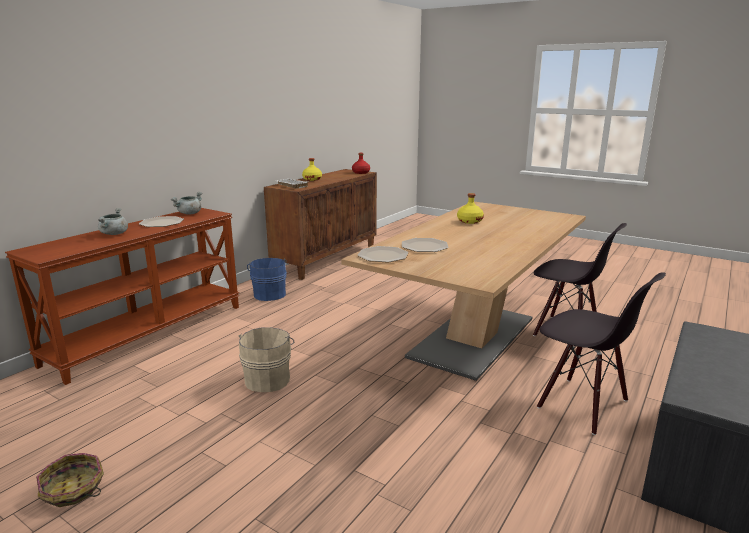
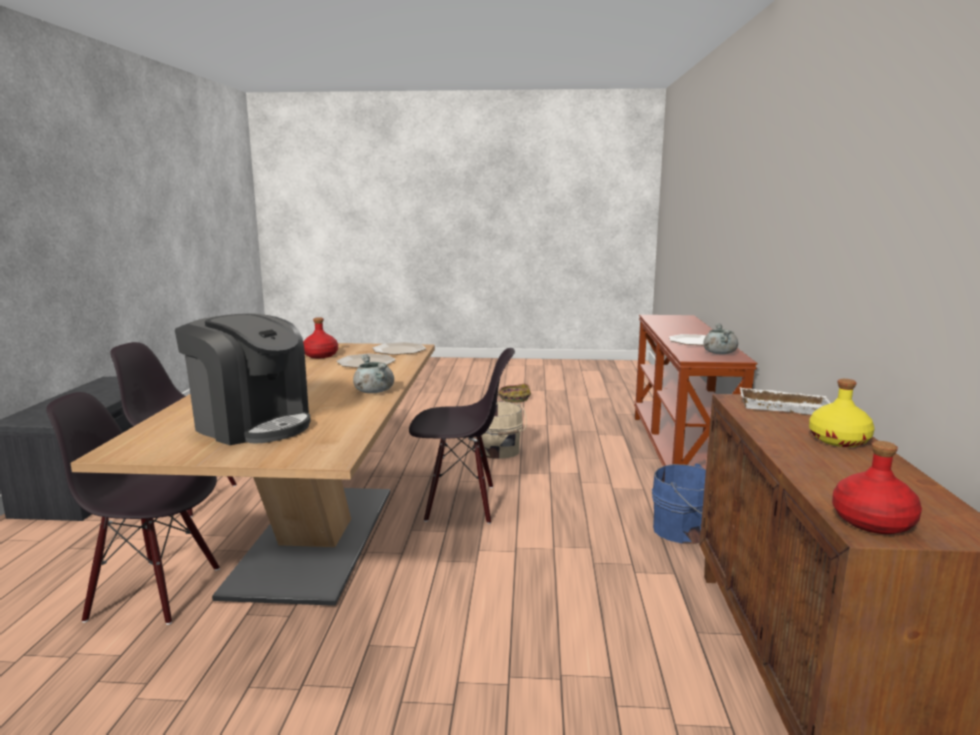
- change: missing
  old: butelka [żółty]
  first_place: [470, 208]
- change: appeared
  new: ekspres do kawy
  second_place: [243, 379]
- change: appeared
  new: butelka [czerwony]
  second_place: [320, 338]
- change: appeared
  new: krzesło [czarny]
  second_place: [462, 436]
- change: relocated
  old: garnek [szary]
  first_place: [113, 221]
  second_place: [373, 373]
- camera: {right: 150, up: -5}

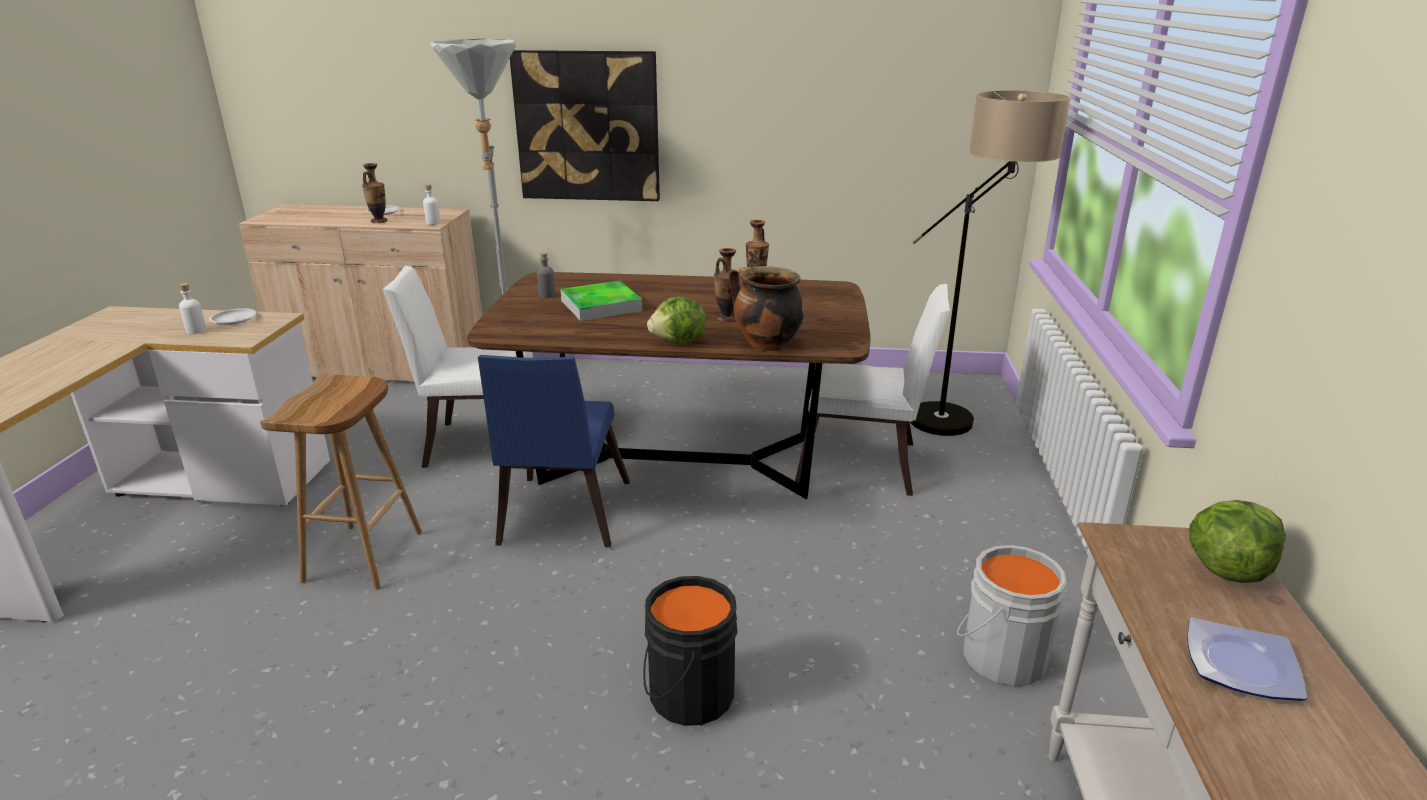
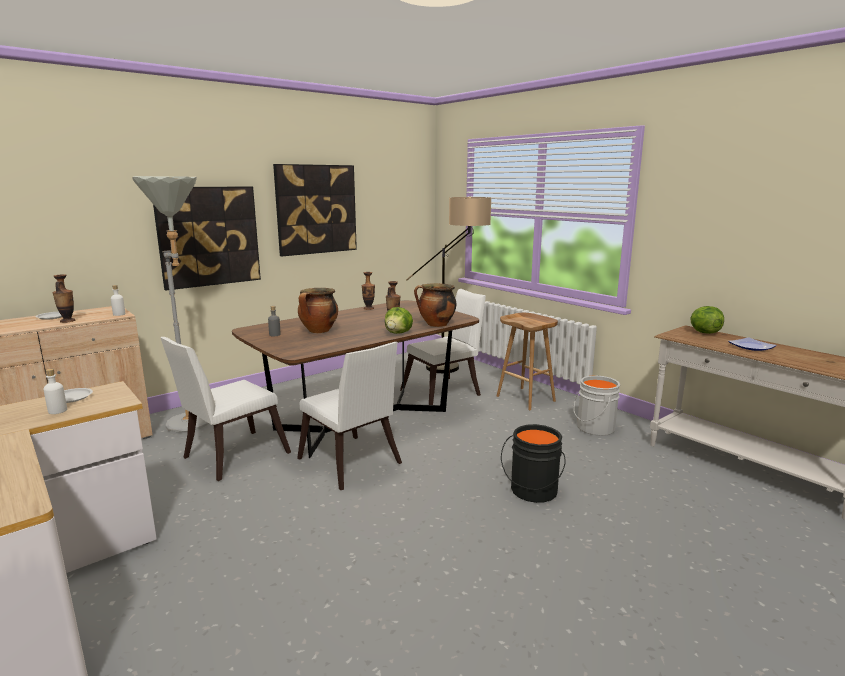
- change: appeared
  new: obraz
  second_place: [315, 210]
- change: relocated
  old: stołek [brązowy]
  first_place: [341, 482]
  second_place: [527, 361]
- change: exchanged
  old: taca
  new: garnek
  first_place: [601, 301]
  second_place: [318, 310]
- change: colour
  old: krzesło [niebieski]
  new: krzesło [biały]
  first_place: [554, 451]
  second_place: [349, 416]
- camera: {right: -45, up: -10}

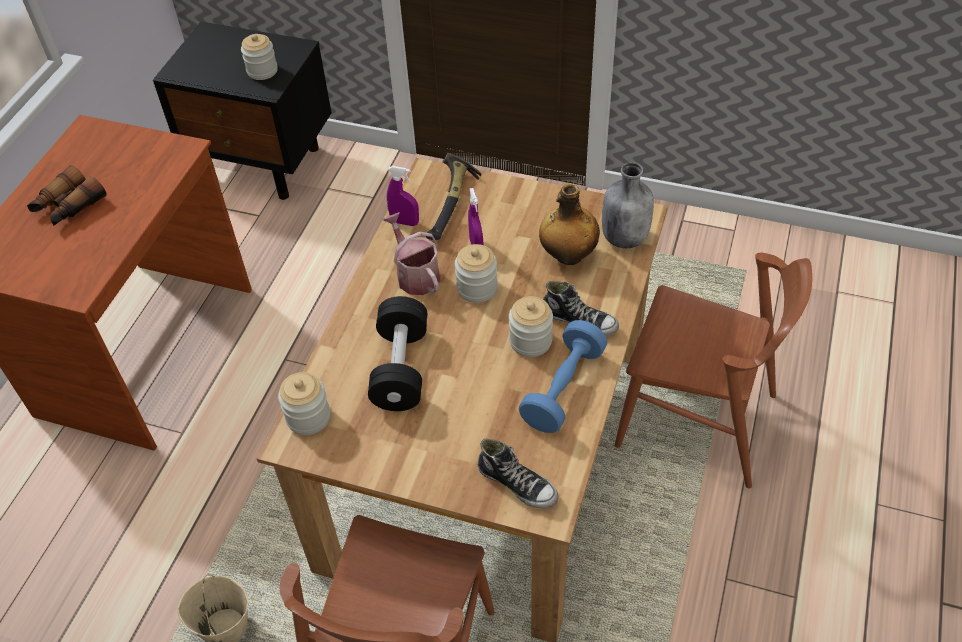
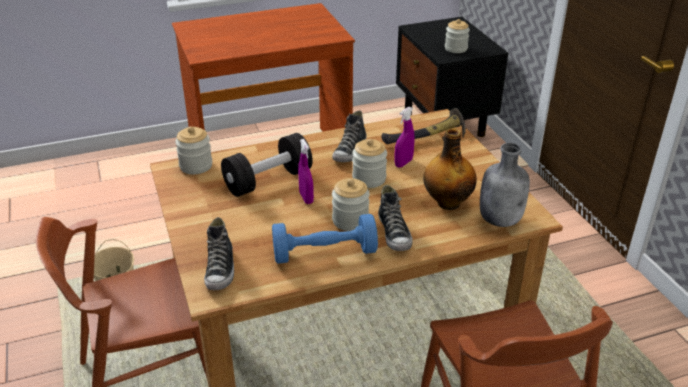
- change: missing
  old: lornetka
  first_place: [67, 195]
- change: relocated
  old: spryskiwacz [fioletowy]
  first_place: [403, 196]
  second_place: [306, 171]
- change: exchanged
  old: konewka
  new: but
  first_place: [412, 253]
  second_place: [349, 136]
- camera: {right: 50, up: -15}

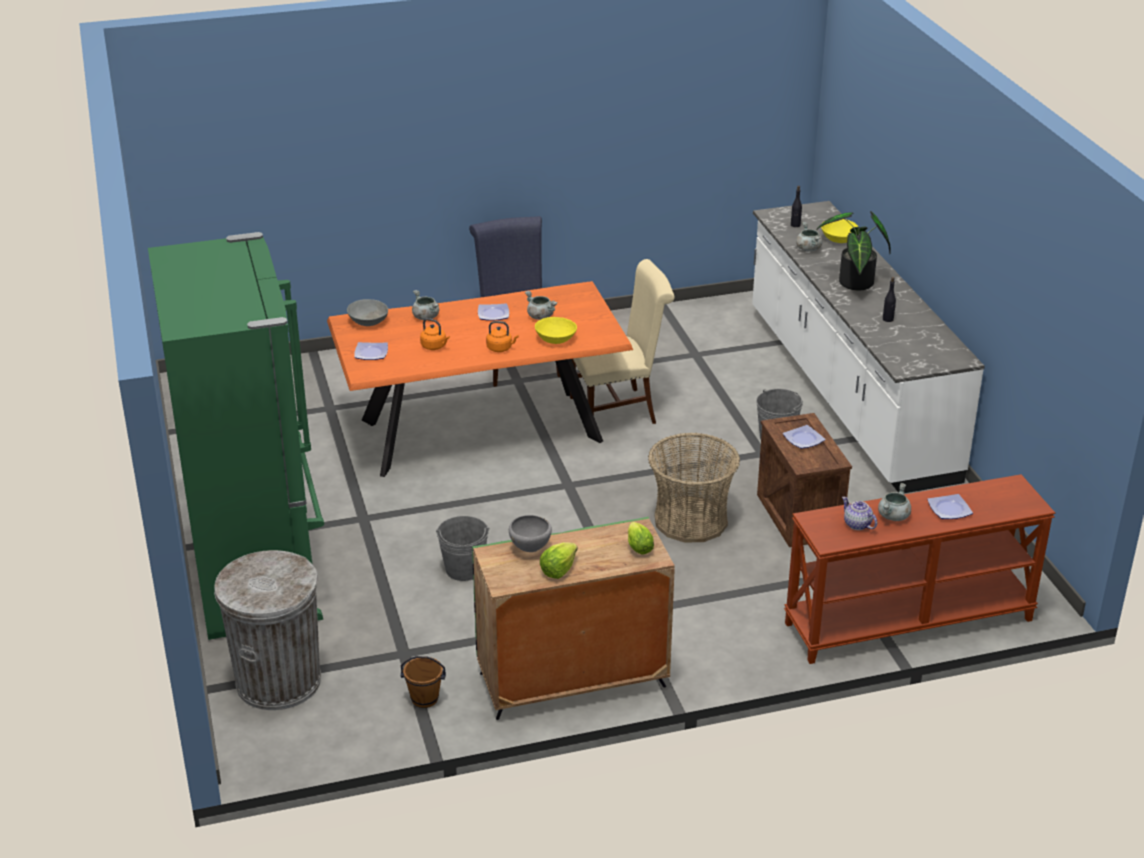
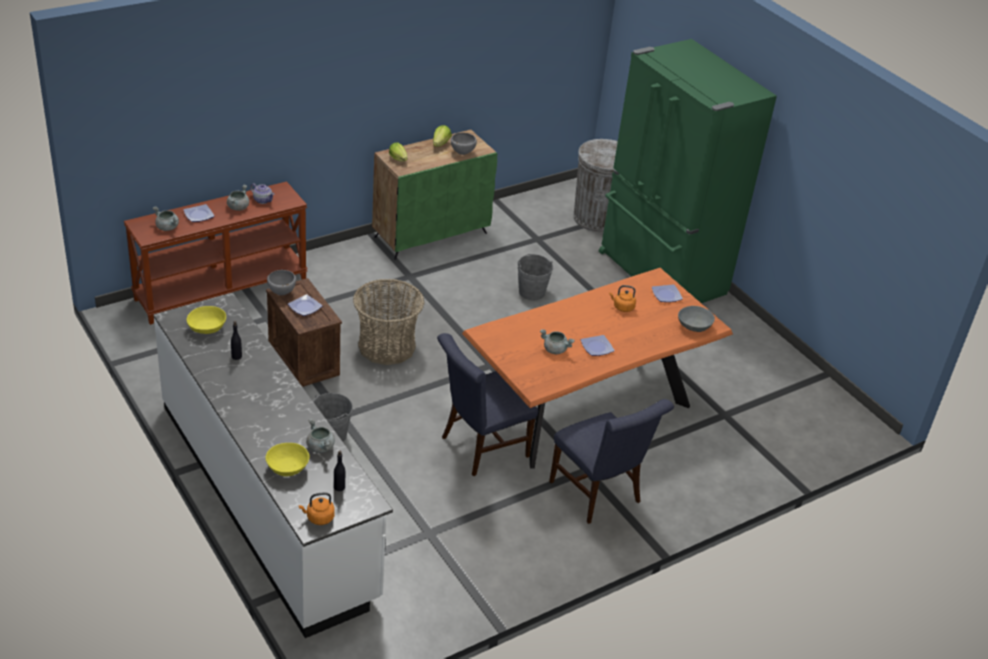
- change: missing
  old: wiadro [brązowy]
  first_place: [423, 682]
- change: missing
  old: roślina doniczkowa
  first_place: [853, 250]
- change: appeared
  new: miska [szary]
  second_place: [281, 282]
- change: relocated
  old: garnek [szary]
  first_place: [425, 305]
  second_place: [166, 219]
- change: relocated
  old: czajnik [pomarańczowy]
  first_place: [502, 336]
  second_place: [317, 508]
- change: relocated
  old: miska [żółty]
  first_place: [556, 330]
  second_place: [206, 320]
- change: colour
  old: krzesło [beżowy]
  new: krzesło [niebieski]
  first_place: [622, 341]
  second_place: [487, 404]
- camera: {right: 160, up: 5}

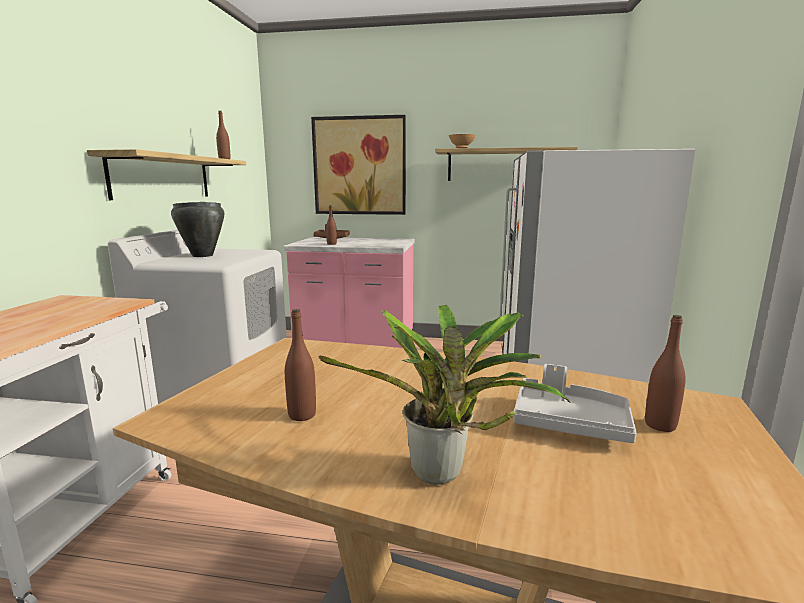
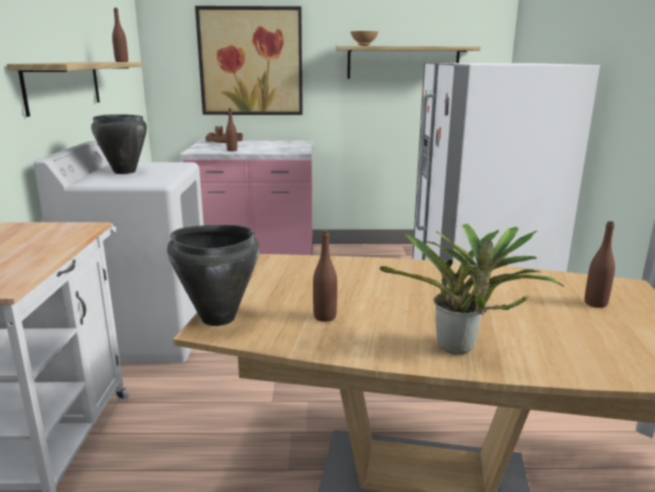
- change: missing
  old: taca [szary]
  first_place: [575, 403]
- change: appeared
  new: garnek [czarny]
  second_place: [213, 275]
- camera: {right: -10, up: 5}

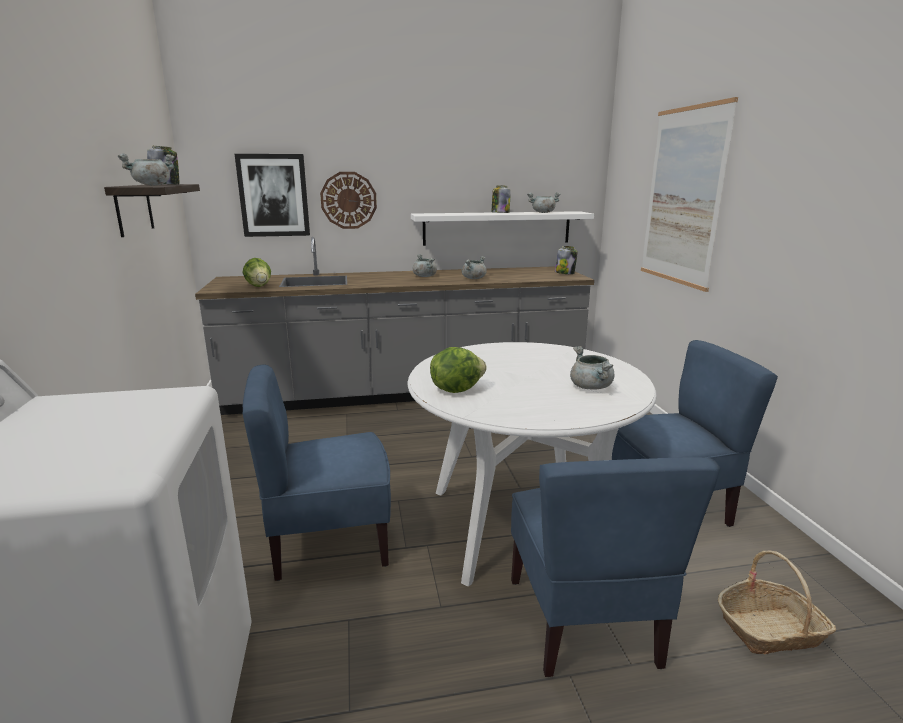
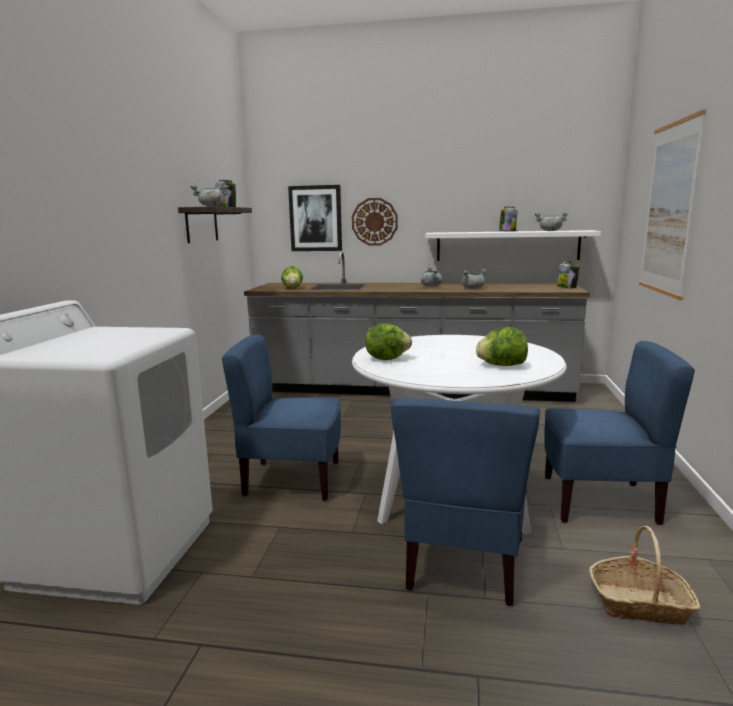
- change: exchanged
  old: garnek [szary]
  new: sałata
  first_place: [592, 368]
  second_place: [502, 346]
- camera: {right: 20, up: -5}

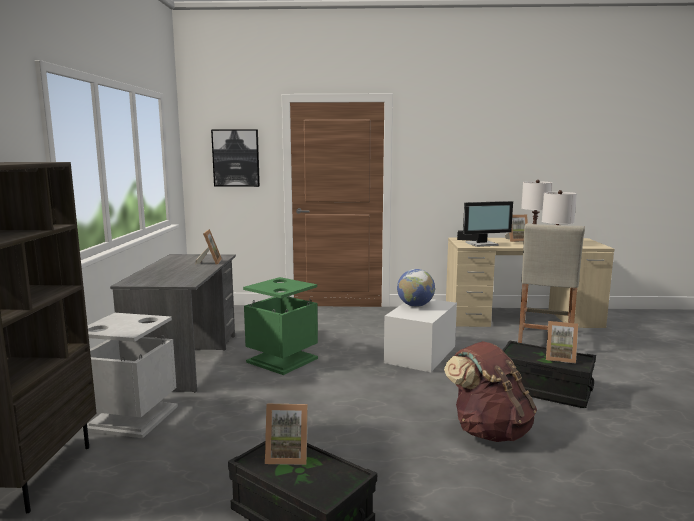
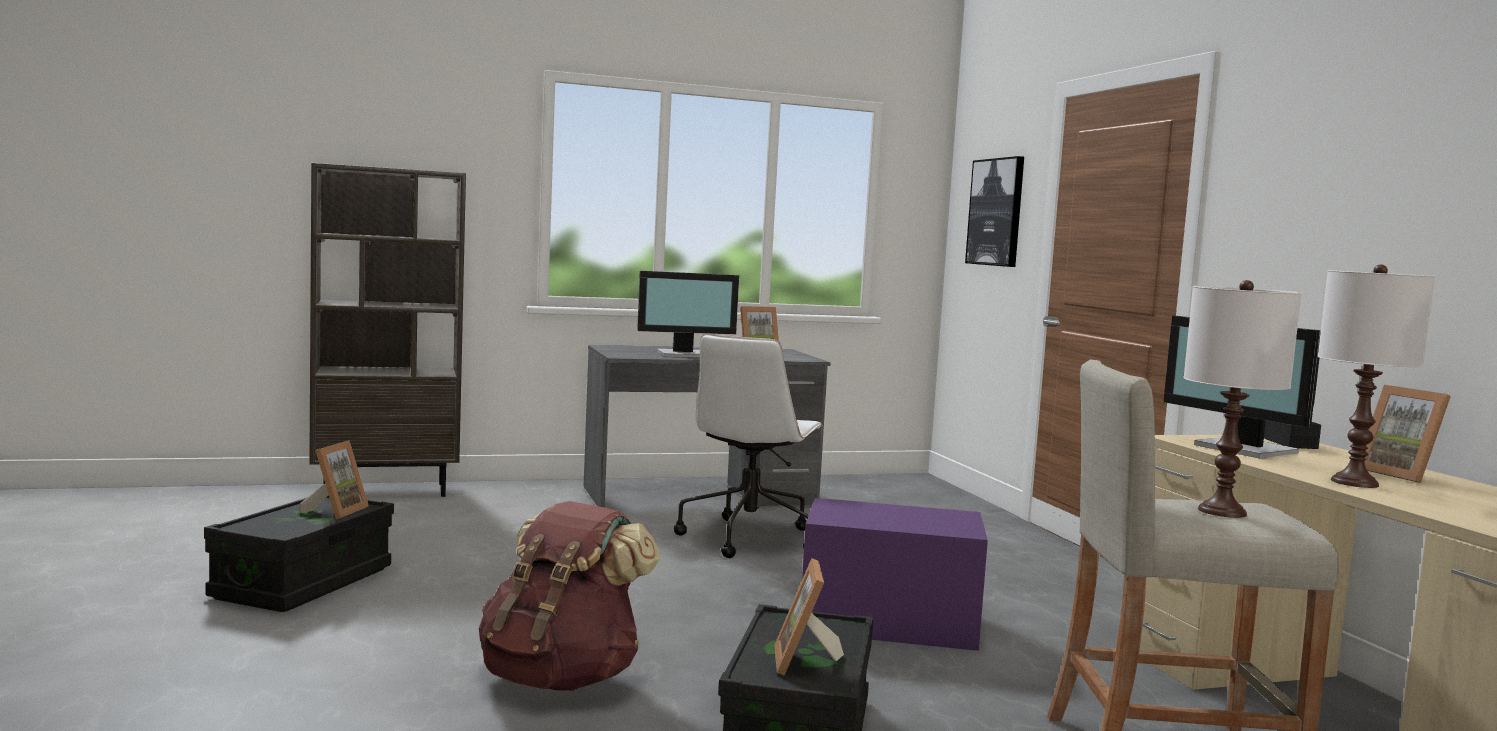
- change: missing
  old: kosz na śmieci [szary]
  first_place: [130, 375]
- change: missing
  old: globus
  first_place: [416, 288]
- change: appeared
  new: monitor
  second_place: [688, 314]
- change: exchanged
  old: kosz na śmieci [zielony]
  new: krzesło biurowe [biały]
  first_place: [280, 326]
  second_place: [748, 446]
- change: colour
  old: pojemnik do przechowywania [biały]
  new: pojemnik do przechowywania [fioletowy]
  first_place: [420, 335]
  second_place: [895, 574]
- change: spun
  old: ramka na zdjęcie
  first_place: [286, 434]
  second_place: [334, 479]
  degrees: -150
- camera: {right: 70, up: -5}

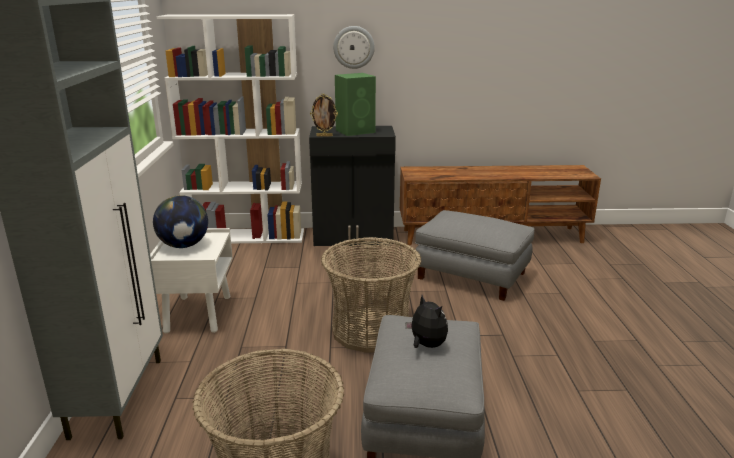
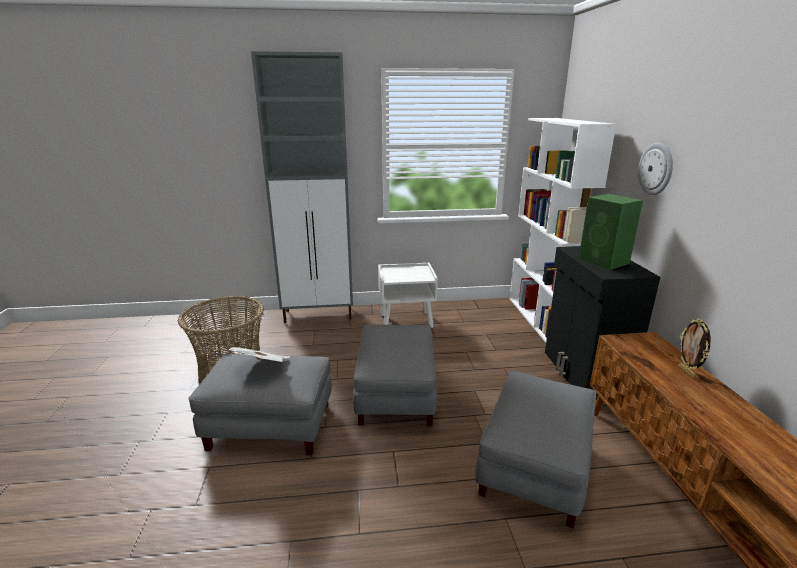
- change: missing
  old: globus
  first_place: [180, 221]
- change: relocated
  old: ramka na zdjęcie
  first_place: [324, 114]
  second_place: [695, 348]
- change: exchanged
  old: koszyk
  new: pufa [szary]
  first_place: [371, 295]
  second_place: [395, 375]
- change: exchanged
  old: pluszak
  new: gazeta
  first_place: [426, 321]
  second_place: [259, 354]
- camera: {right: 85, up: 0}

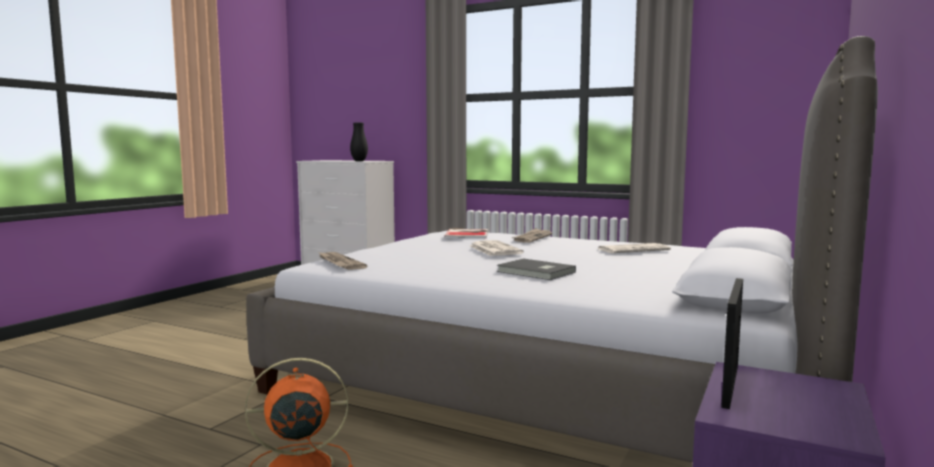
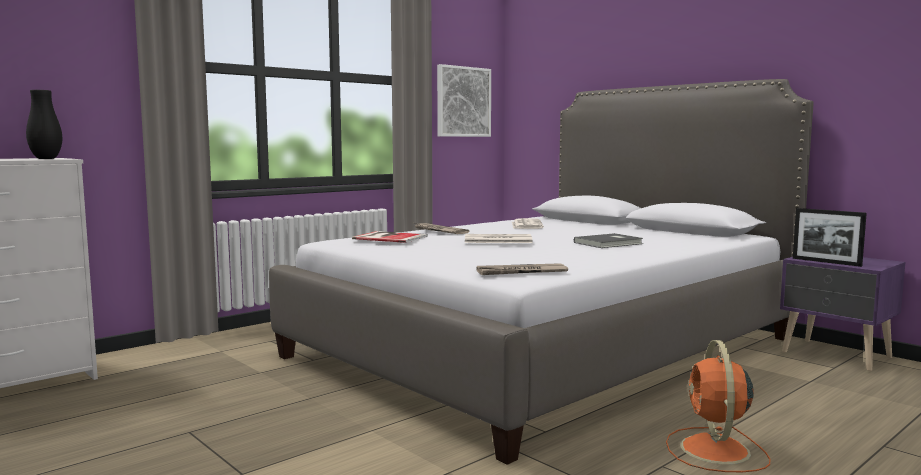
- change: appeared
  new: obraz
  second_place: [464, 100]
- camera: {right: -70, up: 0}

